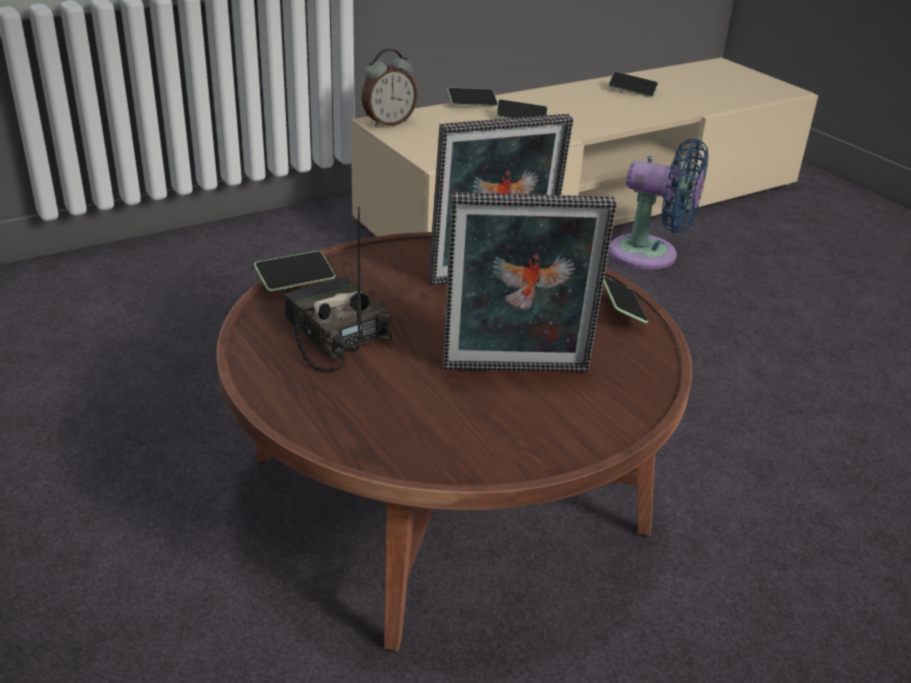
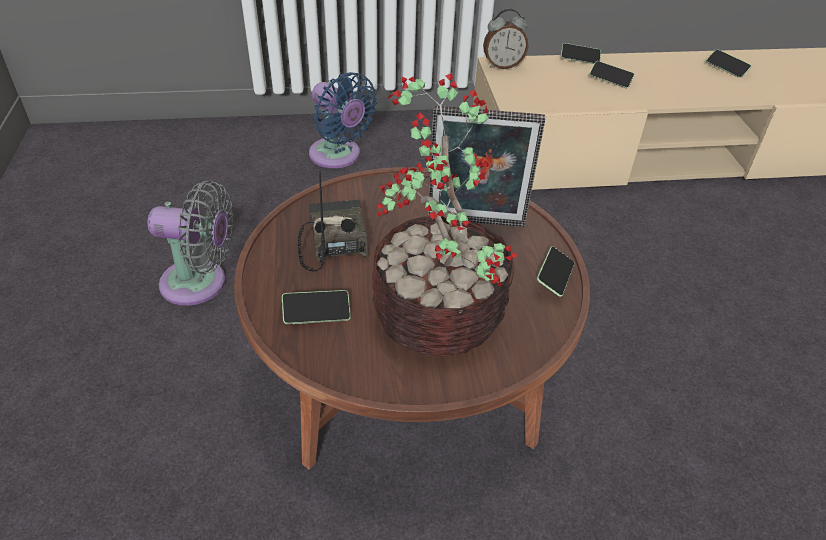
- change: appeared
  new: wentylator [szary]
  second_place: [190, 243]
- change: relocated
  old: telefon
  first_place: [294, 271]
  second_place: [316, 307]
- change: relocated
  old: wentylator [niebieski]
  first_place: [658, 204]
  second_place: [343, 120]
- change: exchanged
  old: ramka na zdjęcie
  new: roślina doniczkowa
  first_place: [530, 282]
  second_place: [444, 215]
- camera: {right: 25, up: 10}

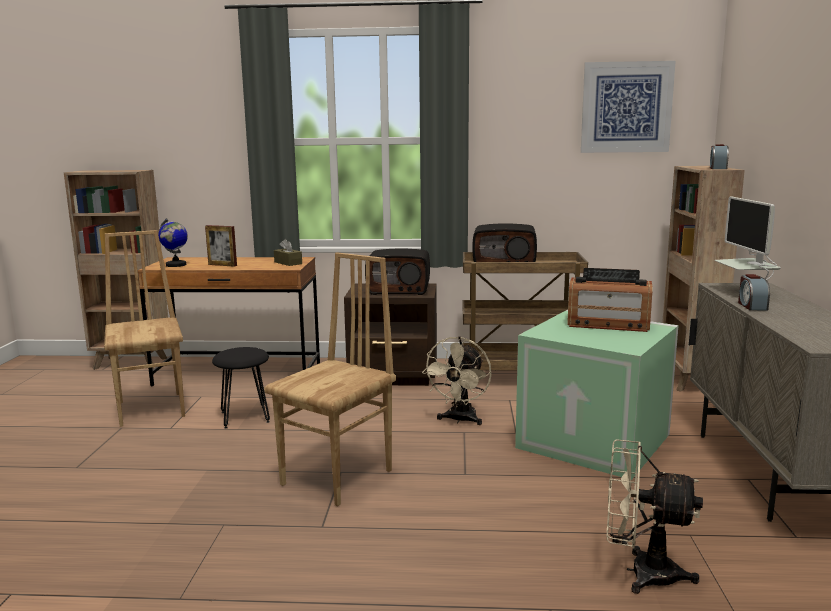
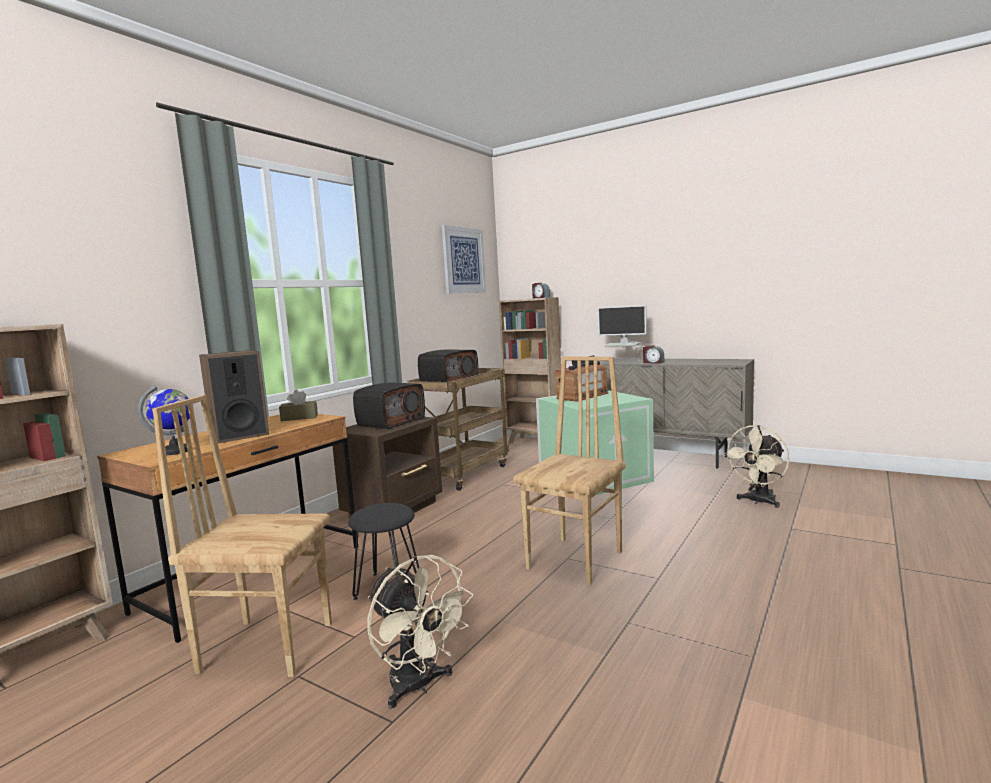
- change: relocated
  old: wentylator [beżowy]
  first_place: [457, 380]
  second_place: [421, 632]
- change: exchanged
  old: ramka na zdjęcie
  new: głośnik
  first_place: [221, 246]
  second_place: [234, 396]
- change: spun
  old: krzesło [brązowy]
  first_place: [330, 379]
  second_place: [569, 470]
  degrees: 60
- camera: {right: -60, up: -5}

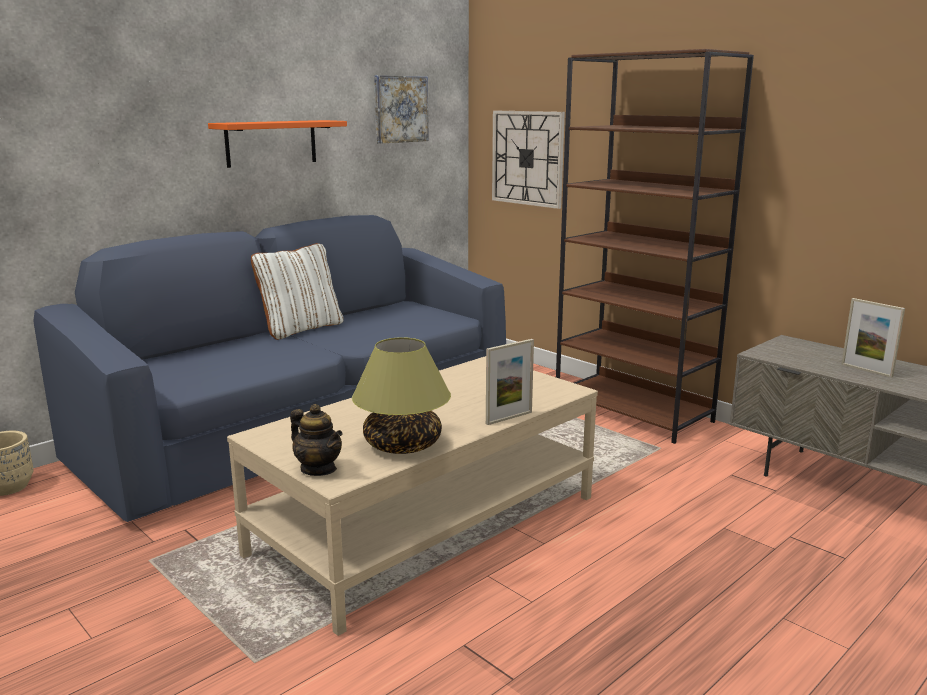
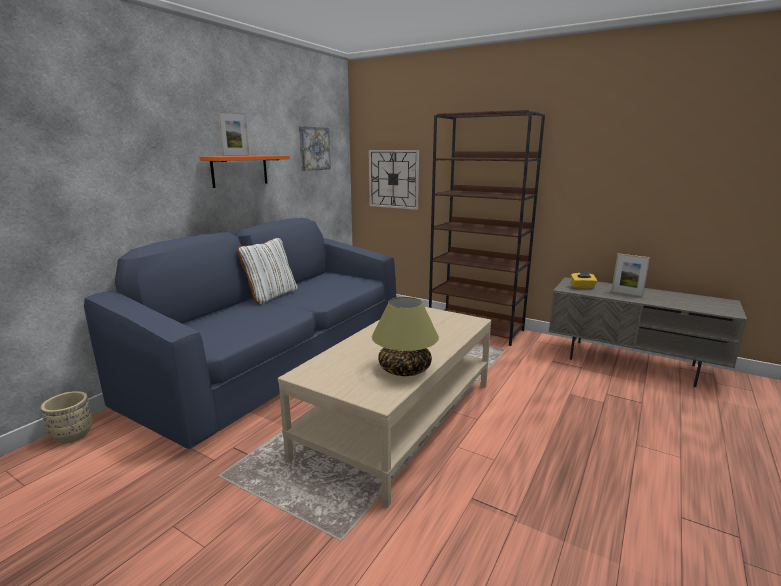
- change: missing
  old: imbryk
  first_place: [316, 440]
- change: appeared
  new: pudełko chusteczek [żółty]
  second_place: [583, 280]
- change: relocated
  old: ramka na zdjęcie
  first_place: [510, 382]
  second_place: [233, 133]
- camera: {right: -15, up: 0}

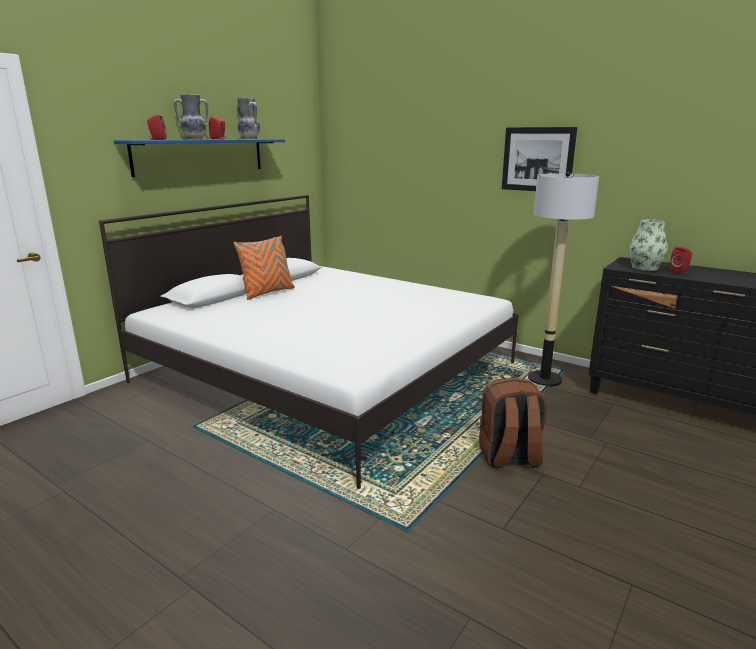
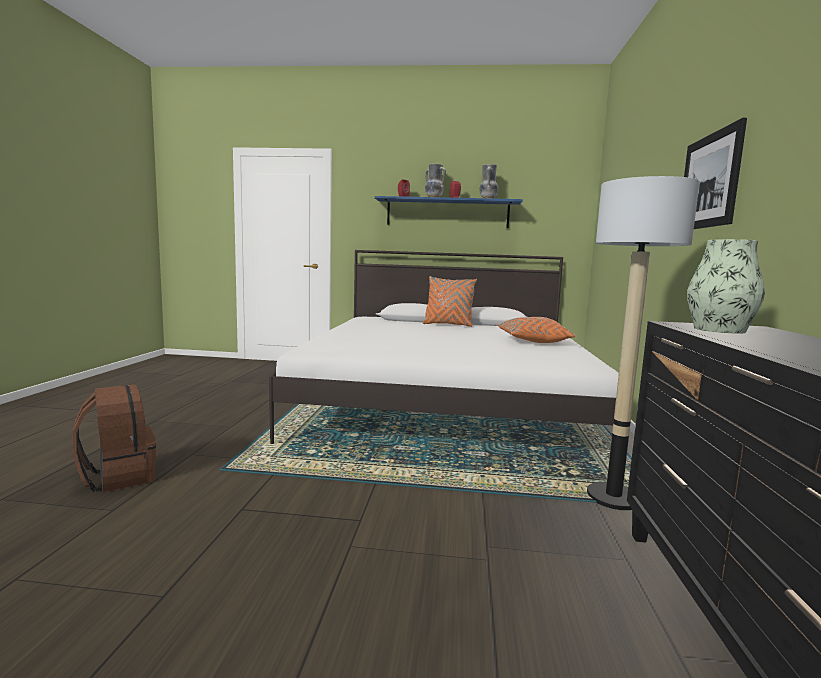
- change: missing
  old: głośnik [czerwony]
  first_place: [680, 260]
- change: appeared
  new: poduszka [pomarańczowy]
  second_place: [536, 330]
- change: relocated
  old: plecak [brązowy]
  first_place: [513, 423]
  second_place: [114, 438]
- camera: {right: 60, up: -10}

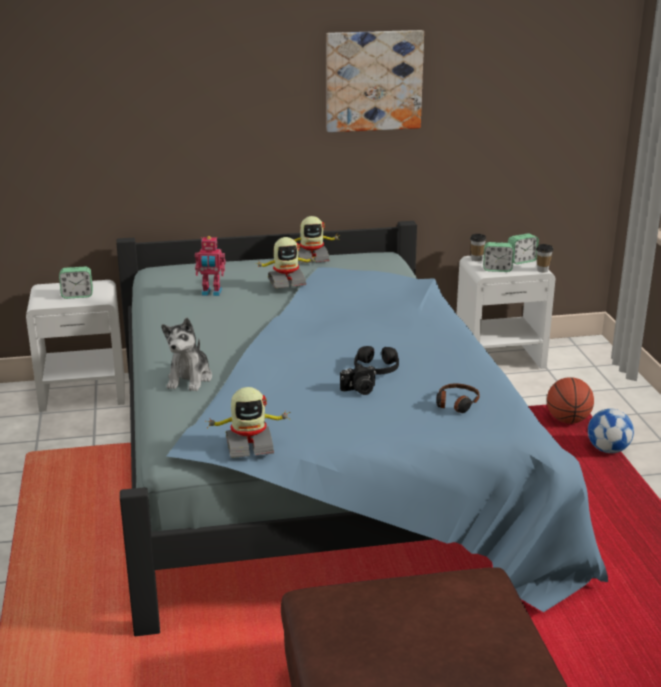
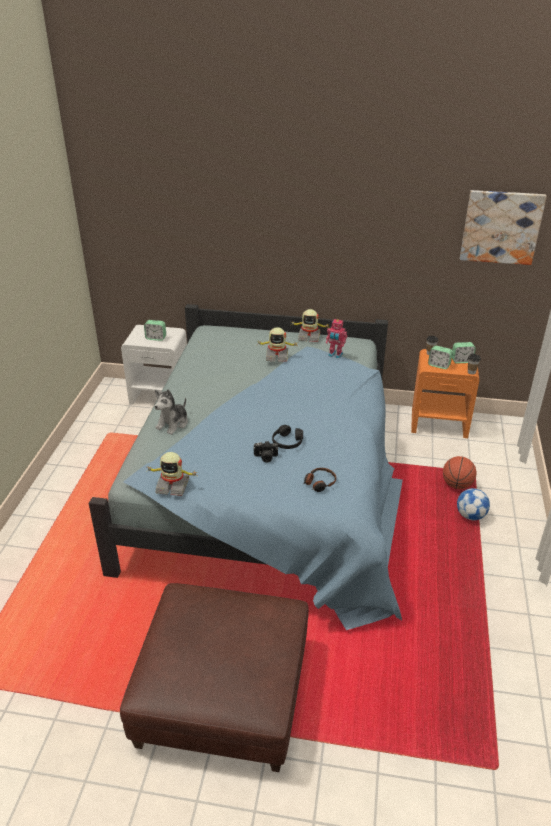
- change: relocated
  old: robot zabawkowy
  first_place: [210, 266]
  second_place: [336, 339]
- change: relocated
  old: obraz
  first_place: [375, 81]
  second_place: [503, 227]
- change: colour
  old: szafka nocna [biały]
  new: szafka nocna [pomarańczowy]
  first_place: [506, 312]
  second_place: [445, 393]
- camera: {right: 20, up: 10}

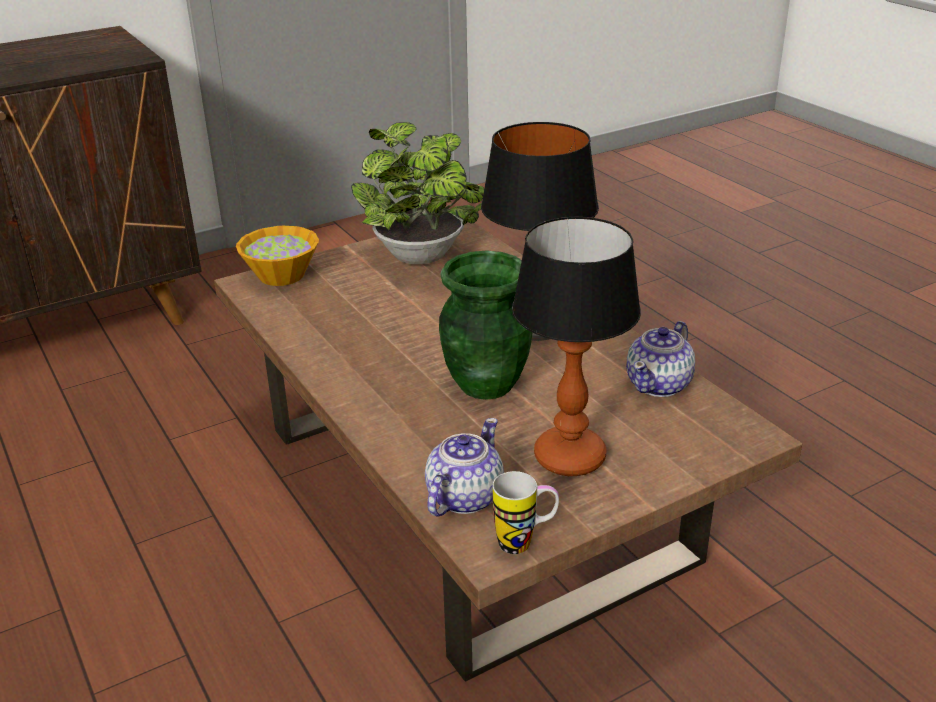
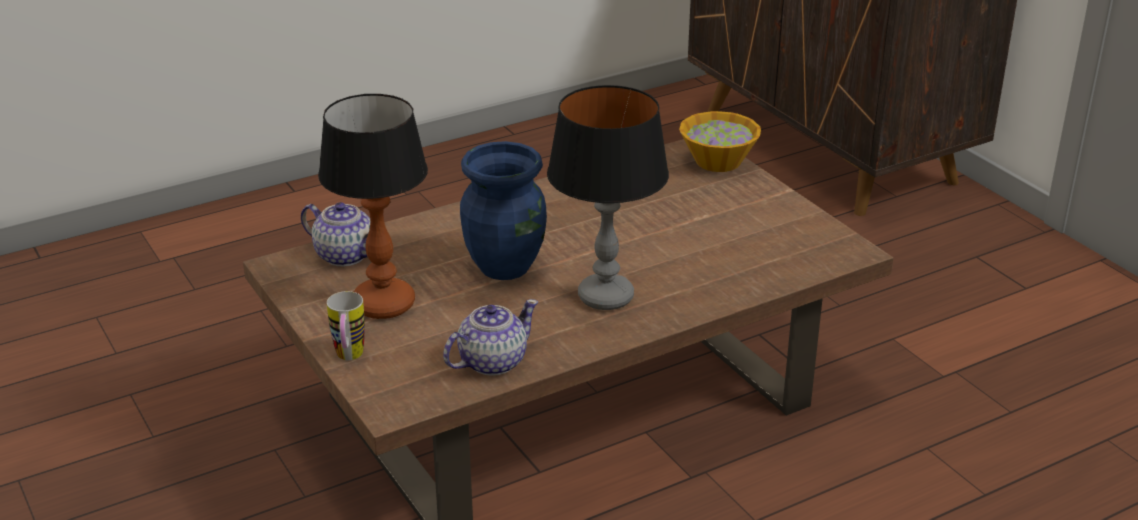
- change: missing
  old: roślina doniczkowa
  first_place: [417, 193]
- change: relocated
  old: kubek
  first_place: [526, 512]
  second_place: [346, 325]
- change: colour
  old: wazon [zielony]
  new: wazon [niebieski]
  first_place: [485, 325]
  second_place: [503, 210]
- change: spun
  old: imbryk
  first_place: [660, 359]
  second_place: [490, 337]
  degrees: 105
- camera: {right: 90, up: 0}

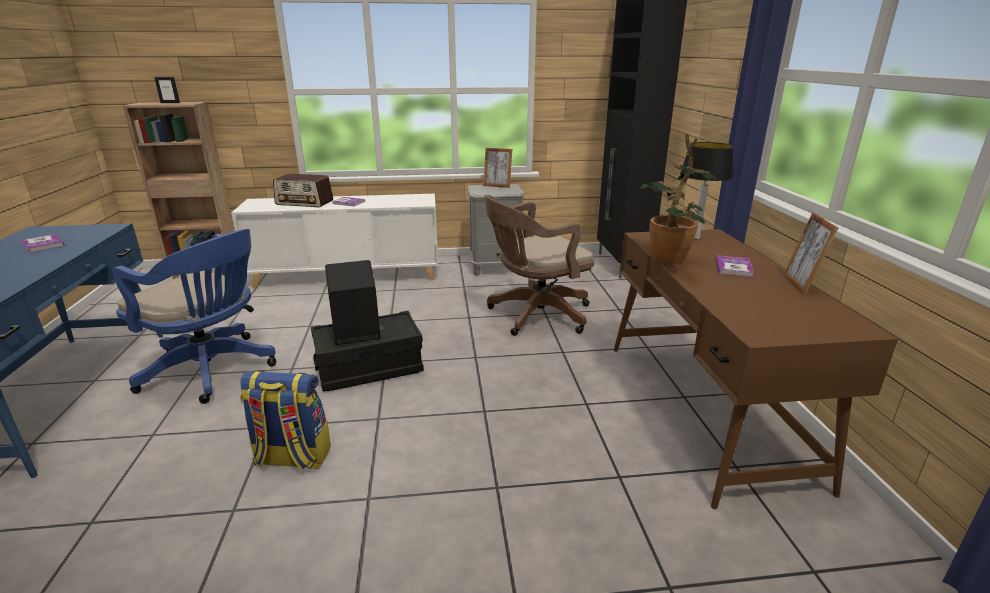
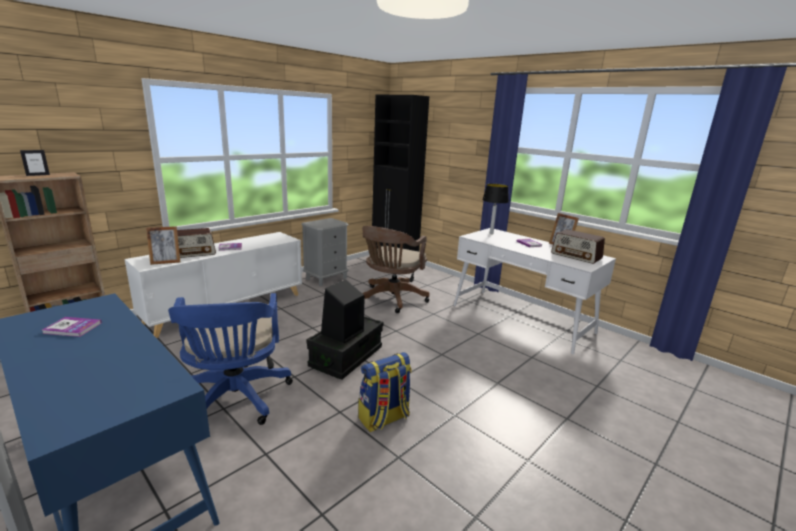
- change: missing
  old: roślina doniczkowa
  first_place: [678, 198]
- change: appeared
  new: radio
  second_place: [578, 246]
- change: relocated
  old: ramka na zdjęcie
  first_place: [498, 168]
  second_place: [163, 245]
- change: colour
  old: biurko [brązowy]
  new: biurko [biały]
  first_place: [755, 369]
  second_place: [534, 291]
- change: spun
  old: krzesło biurowe [niebieski]
  first_place: [194, 316]
  second_place: [230, 359]
  degrees: 90
- camera: {right: -40, up: -5}

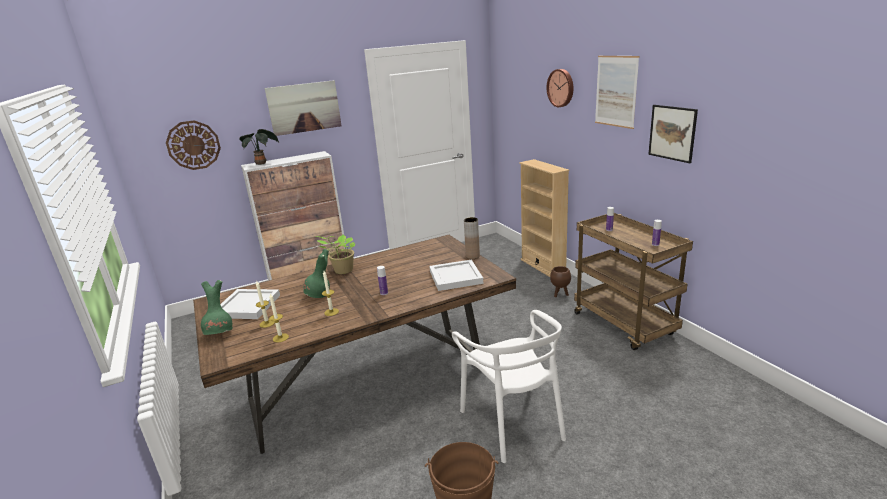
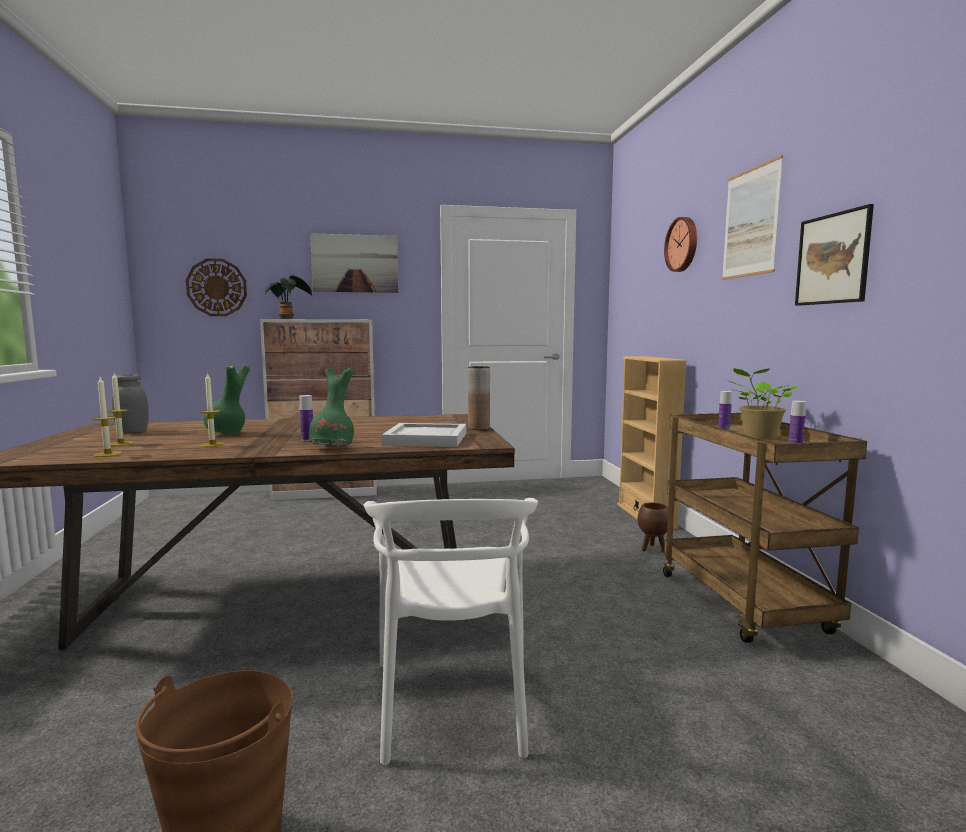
- change: relocated
  old: wazon [zielony]
  first_place: [216, 307]
  second_place: [331, 406]
- change: relocated
  old: roślina doniczkowa
  first_place: [336, 254]
  second_place: [763, 404]
- change: exchanged
  old: taca [biały]
  new: słoik [szary]
  first_place: [250, 304]
  second_place: [130, 403]
- camera: {right: 15, up: -15}

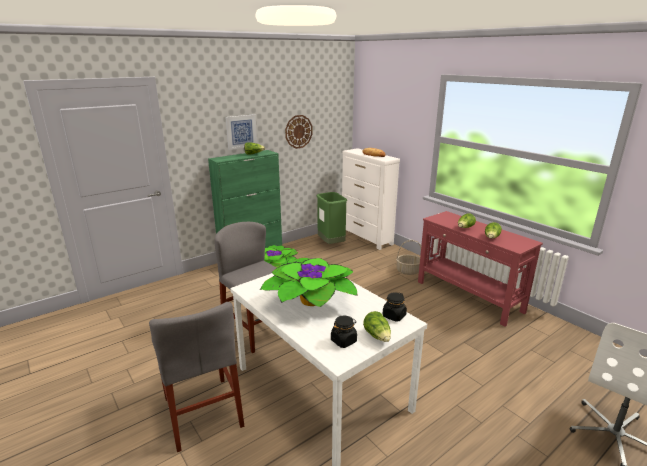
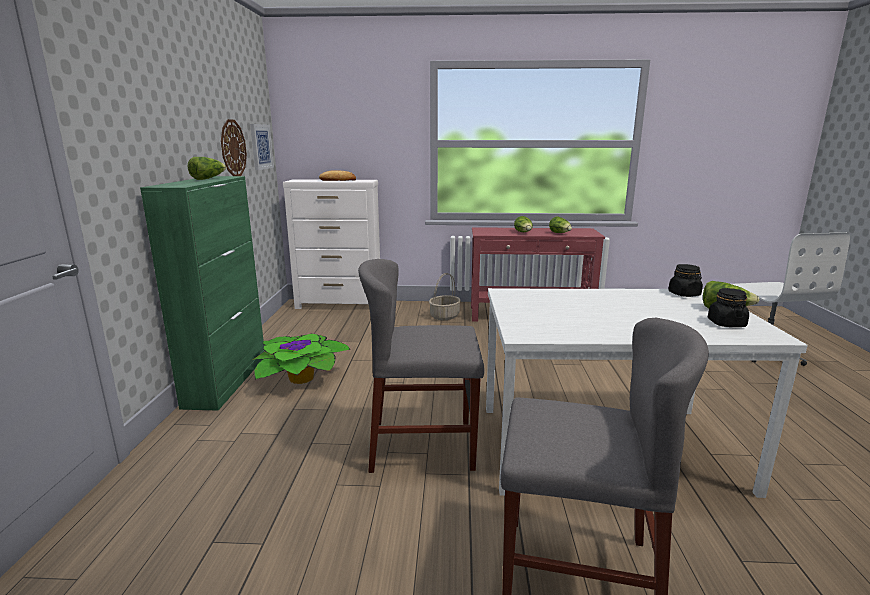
- change: missing
  old: roślina doniczkowa
  first_place: [309, 282]
- change: missing
  old: kosz na śmieci [zielony]
  first_place: [332, 218]
- change: relocated
  old: obraz
  first_place: [241, 132]
  second_place: [262, 147]
- camera: {right: -50, up: -5}

